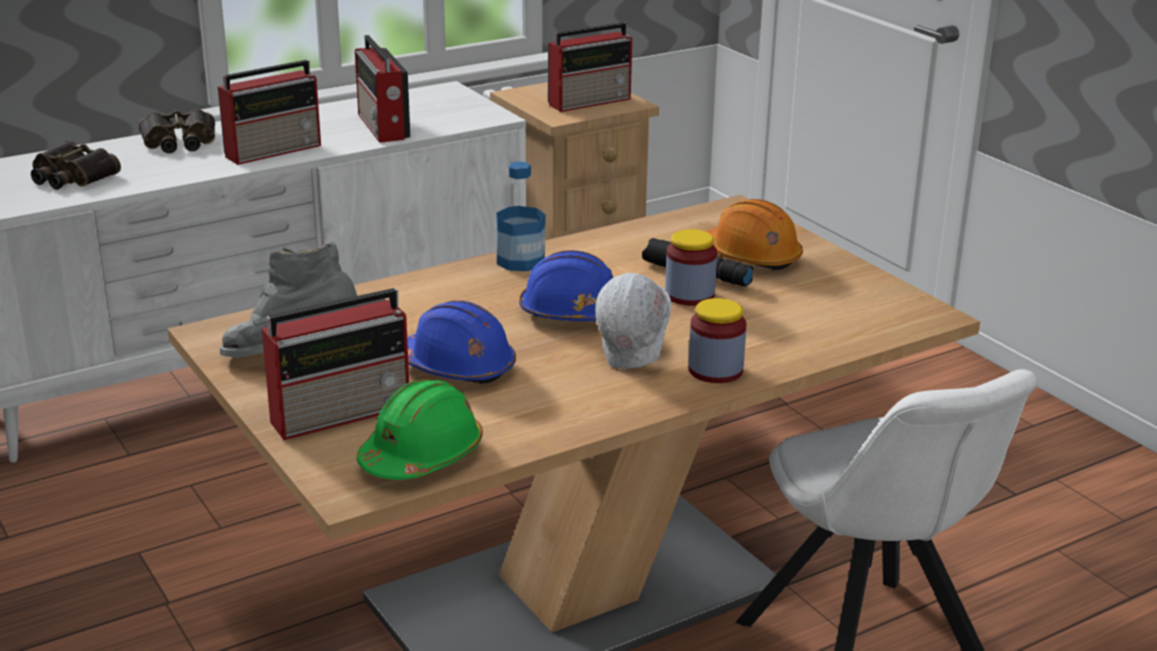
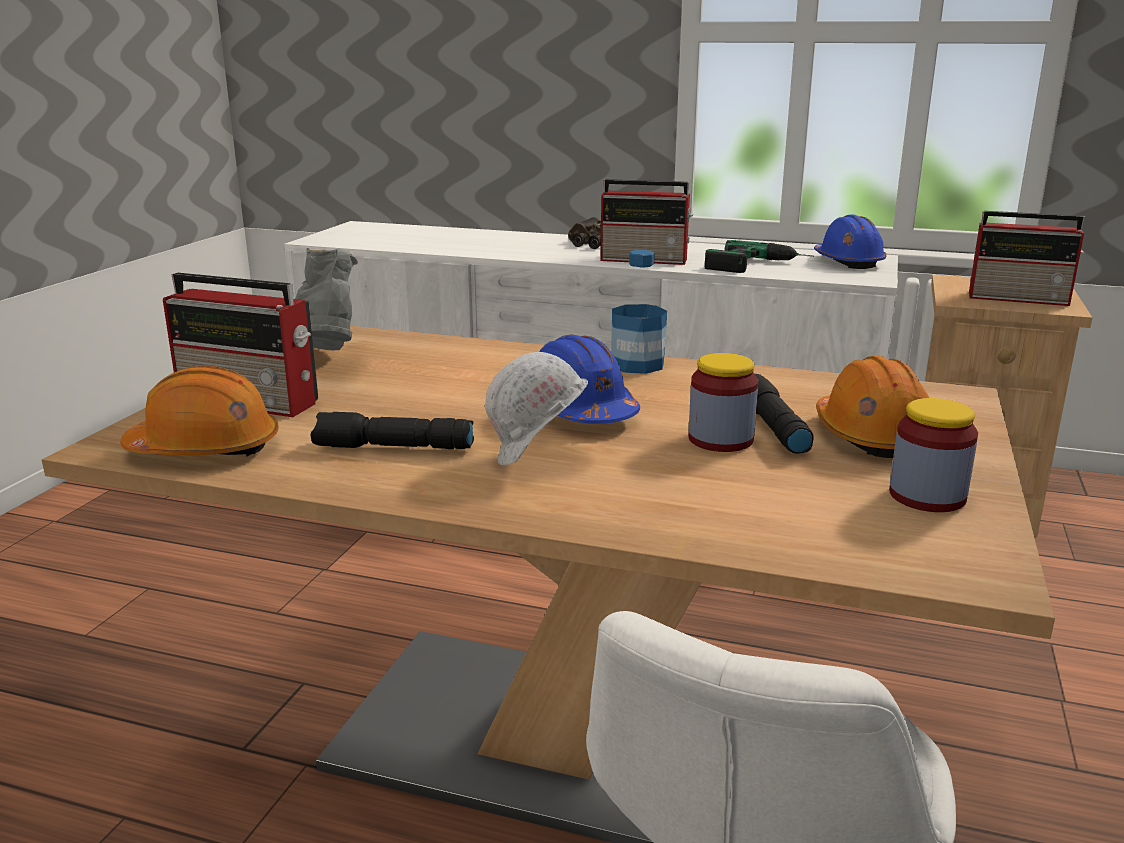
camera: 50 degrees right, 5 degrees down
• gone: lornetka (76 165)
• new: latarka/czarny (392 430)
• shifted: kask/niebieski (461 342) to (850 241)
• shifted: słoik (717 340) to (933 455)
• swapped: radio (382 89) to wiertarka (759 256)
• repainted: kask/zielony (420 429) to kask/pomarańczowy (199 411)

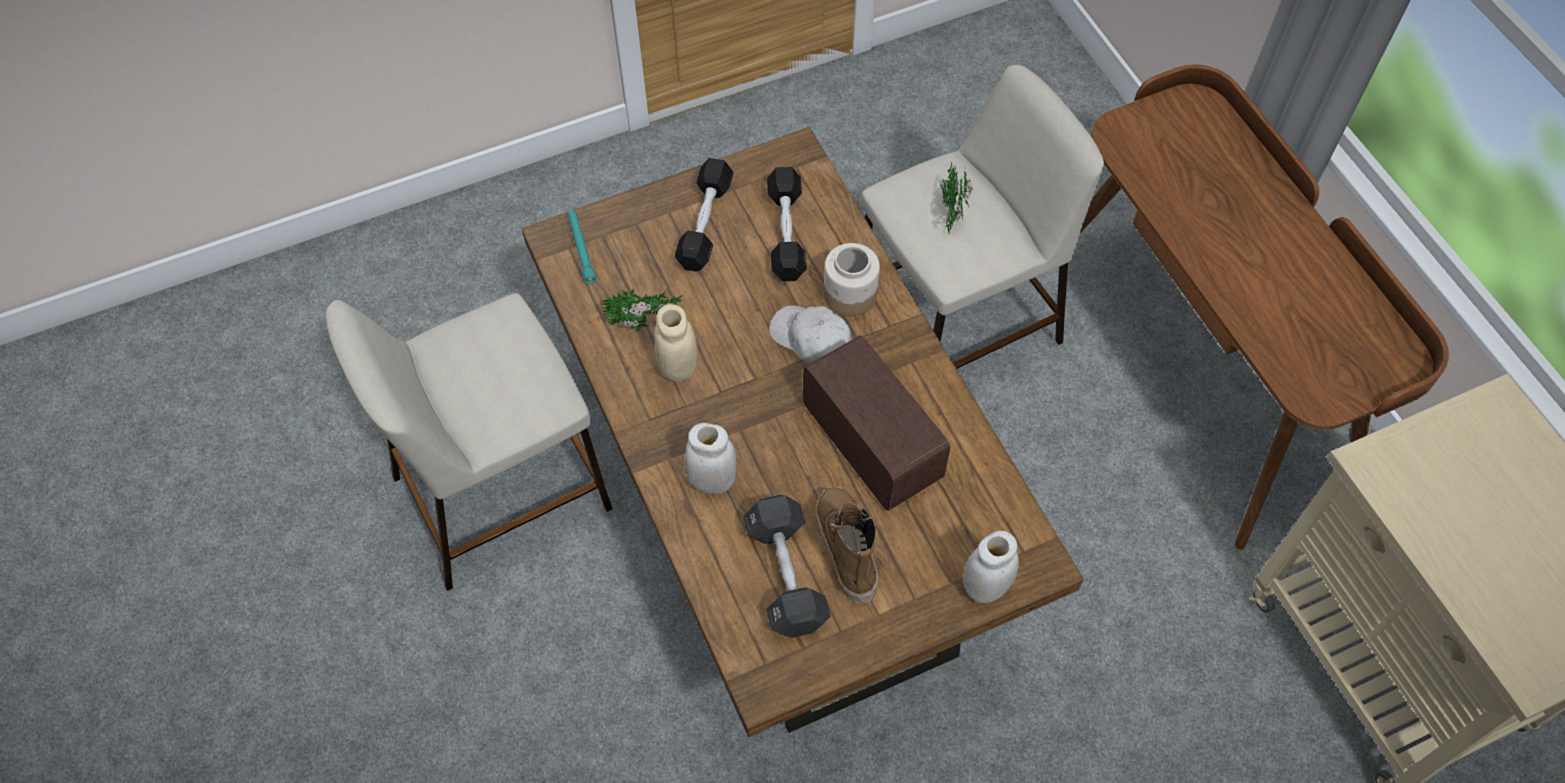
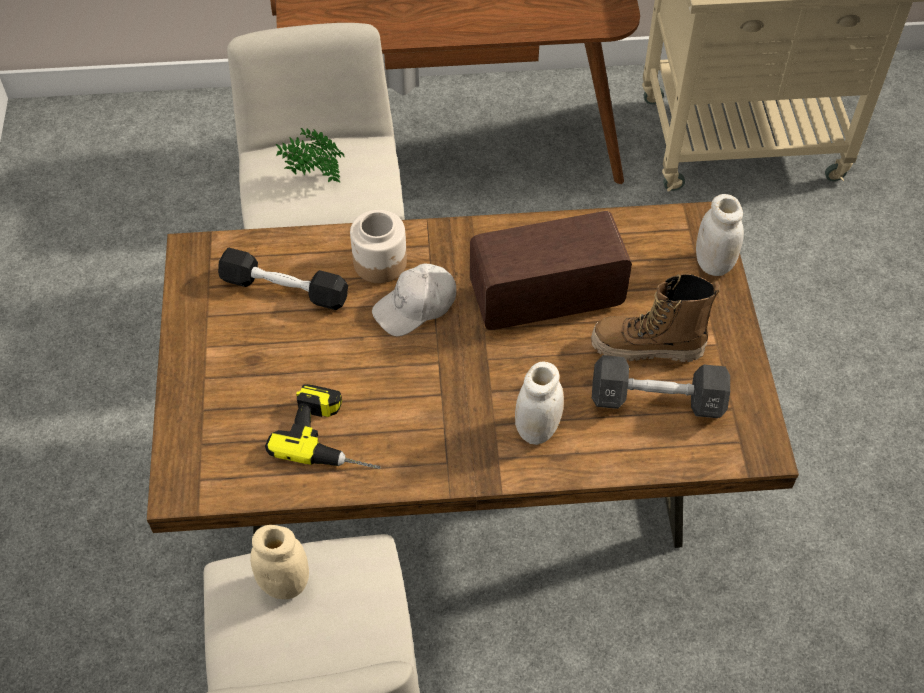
camera: 70 degrees left, 5 degrees down
• gone: latarka/turkusowy (582 247)
• gone: hantel/czarny (704 215)
• shifted: słoik/beżowy (676 343) to (279 562)
• swapped: roślina doniczkowa (641 309) to wiertarka (323 426)

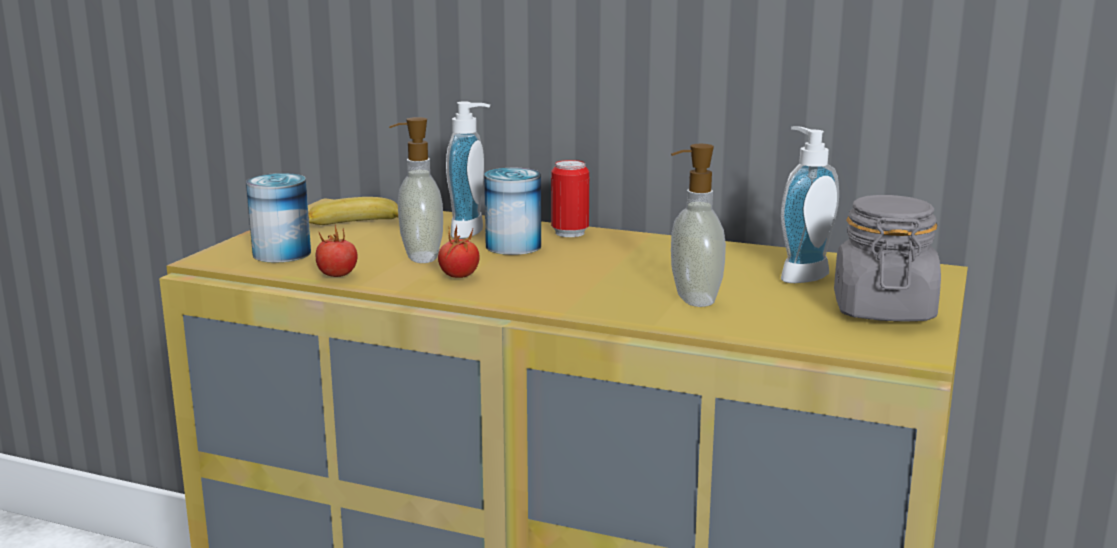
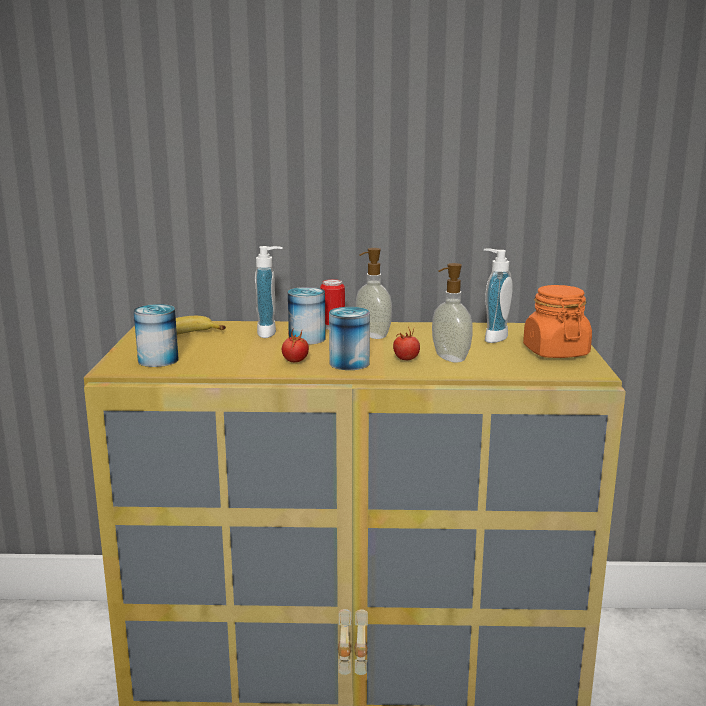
camera: 20 degrees left, 0 degrees up
• new: puszka (349 338)
• shifted: pomidor (337 250) to (406 343)
• shifted: dozownik mydła (416 190) to (374 293)
• repainted: słoik/szary (887 258) to słoik/pomarańczowy (557 321)

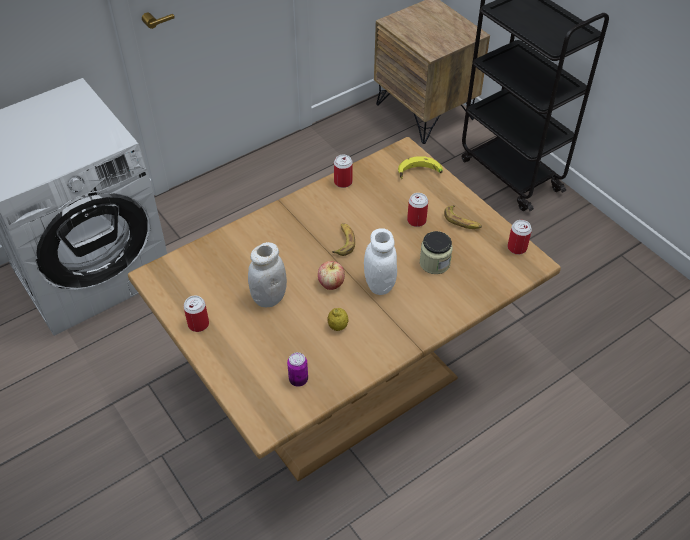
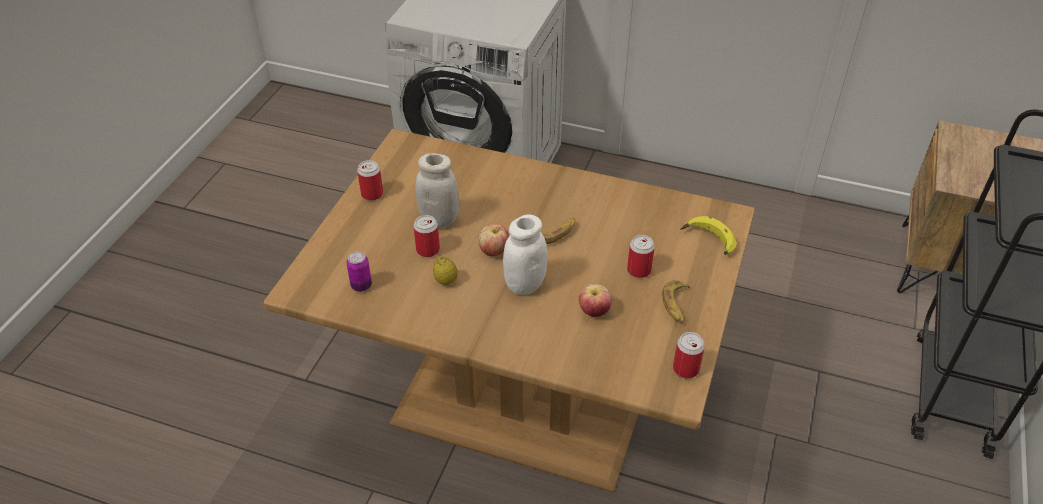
camera: 55 degrees right, 5 degrees down
• shifted: puszka (343 171) to (427 236)
• swapped: słoik (436 252) to jabłko (595 300)

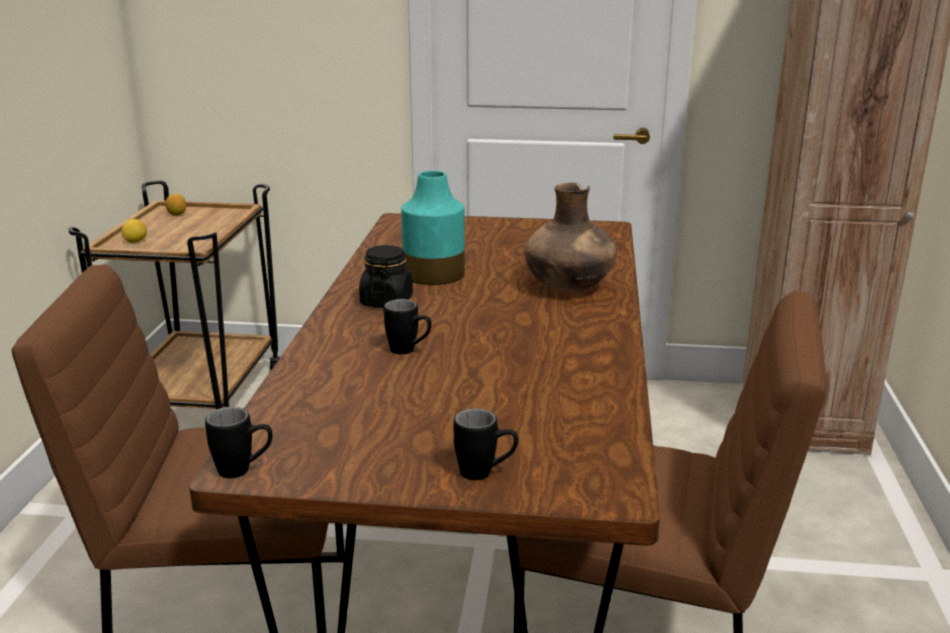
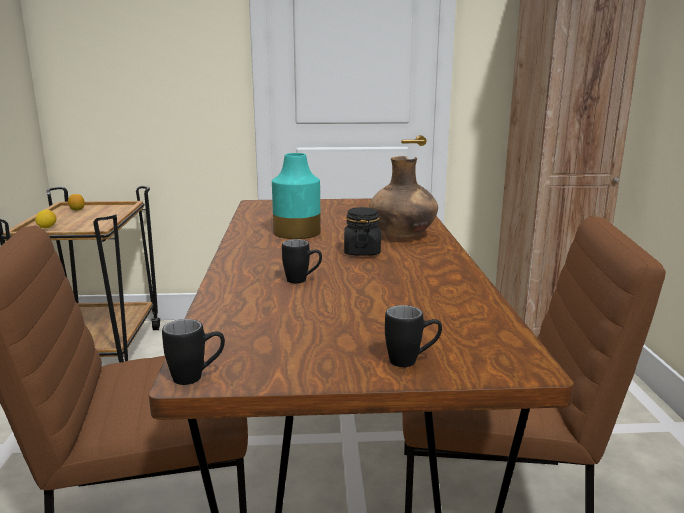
camera: 10 degrees left, 5 degrees down
• shifted: słoik/czarny (386 276) to (362 231)

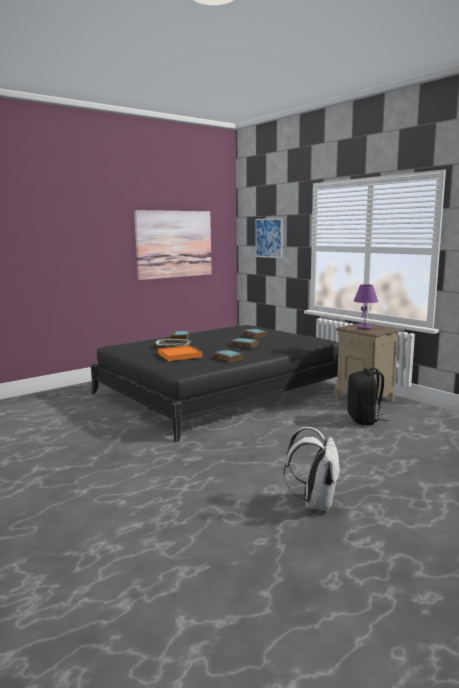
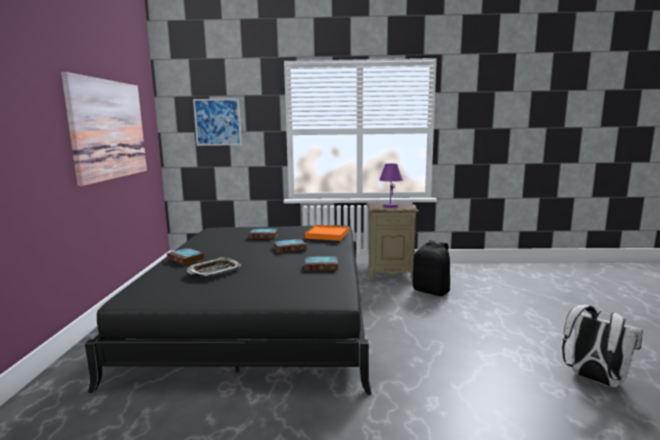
camera: 50 degrees left, 0 degrees up
• shifted: taca/pomarańczowy (180 353) to (327 233)

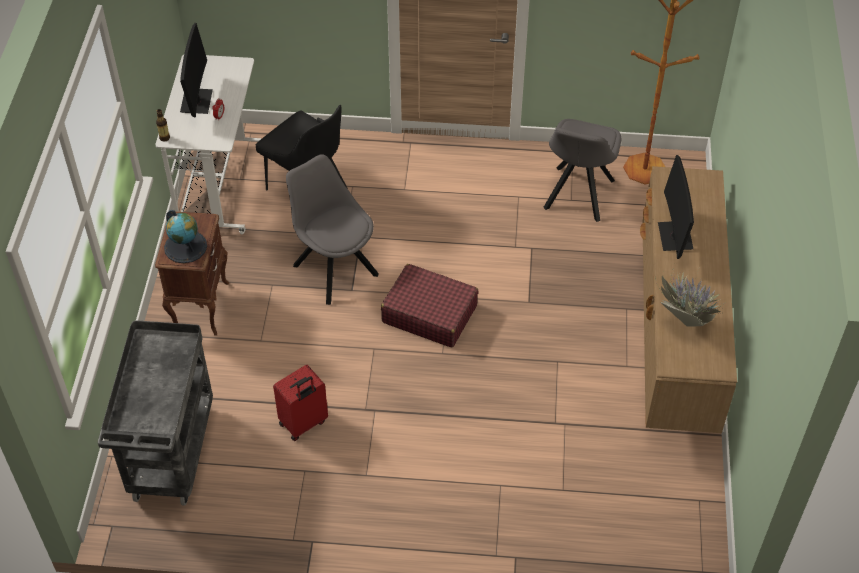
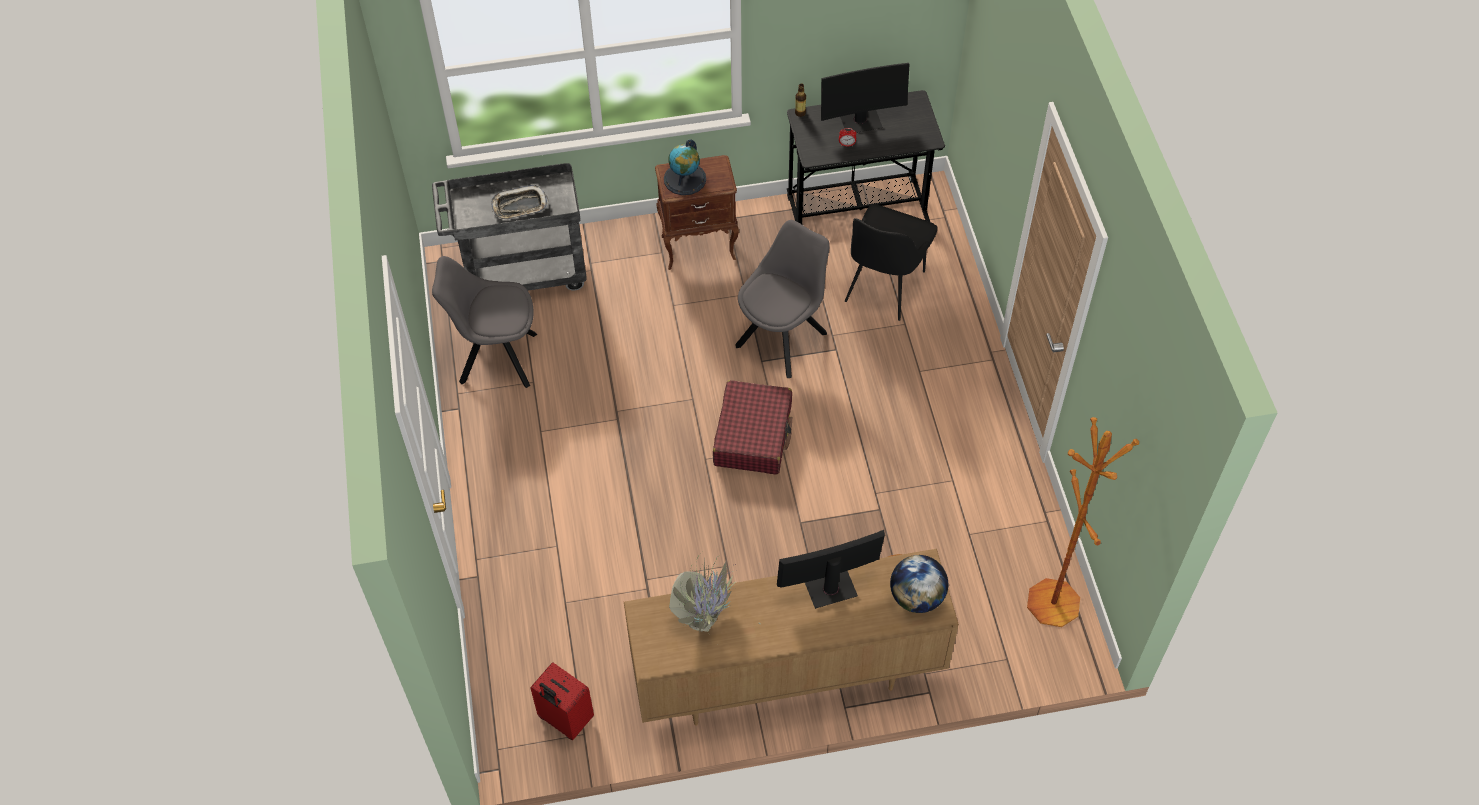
camera: 75 degrees right, 5 degrees up
• new: taca (520 202)
• new: globus (919 584)
• shifted: walizka/czerwony (300 403) to (562 701)
• shifted: krzesło/szary (582 170) to (484 322)
• repainted: biurko/biały (208 145) to biurko/czarny (866 157)

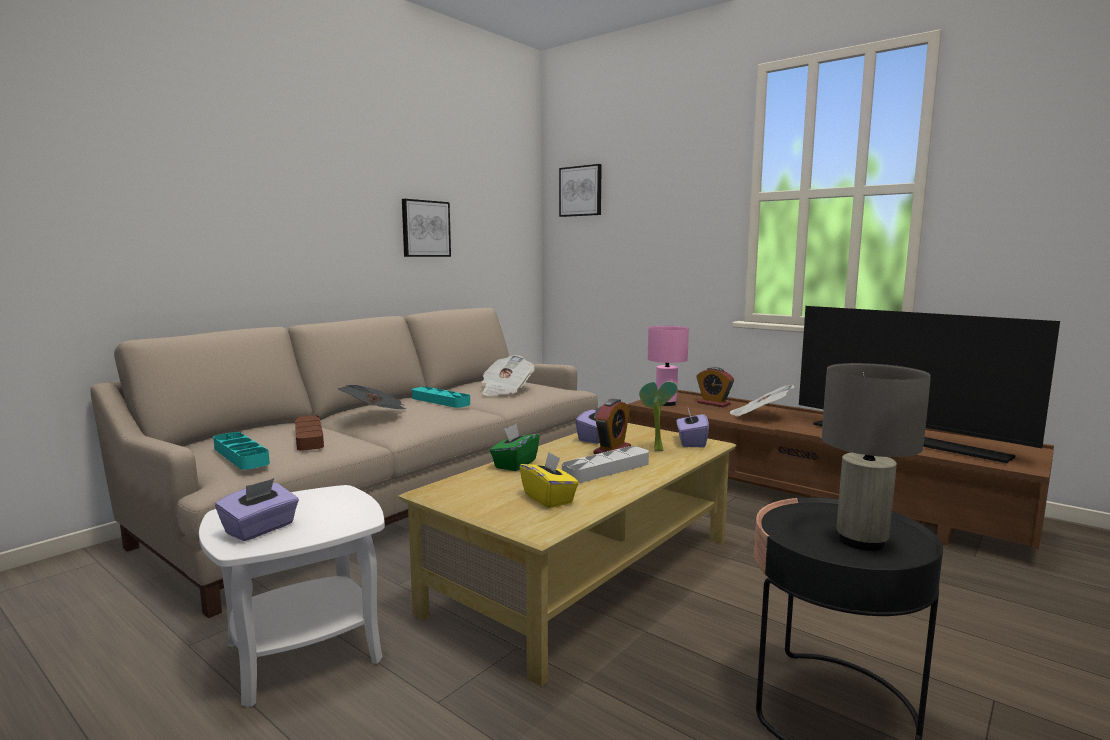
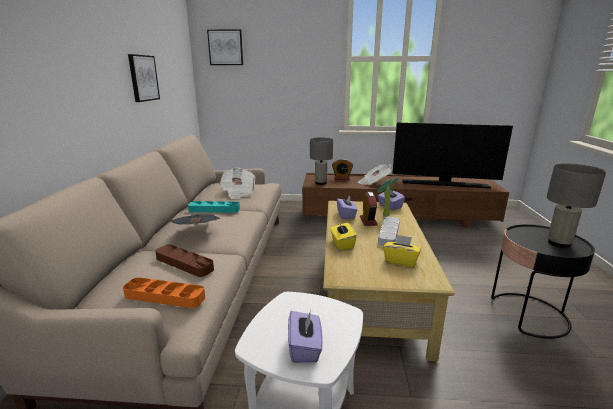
camera: 35 degrees left, 10 degrees up
• repainted: taca/turkusowy (241 451) to taca/pomarańczowy (164 292)
• repainted: pudełko chusteczek/zielony (515 447) to pudełko chusteczek/żółty (343 235)
• repainted: lampa stołowa/różowy (668 366) to lampa stołowa/szary (321 161)

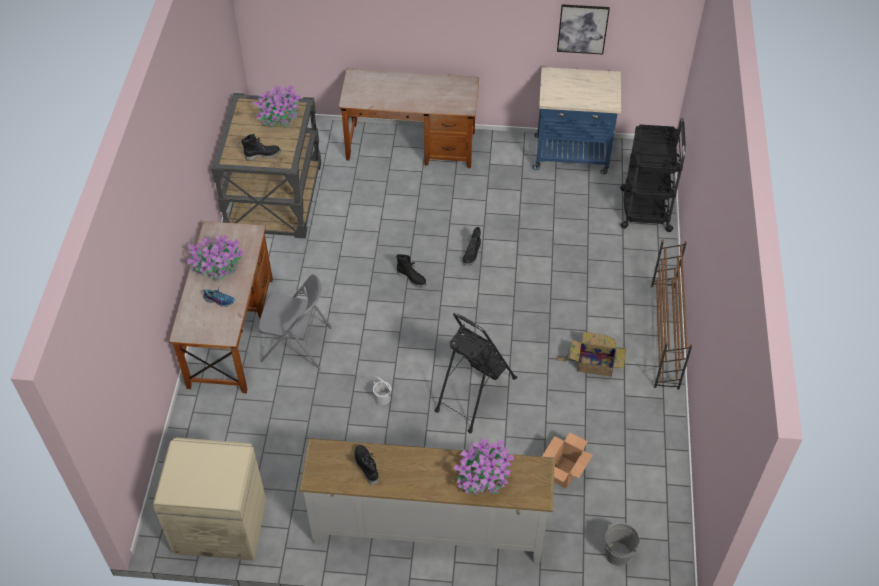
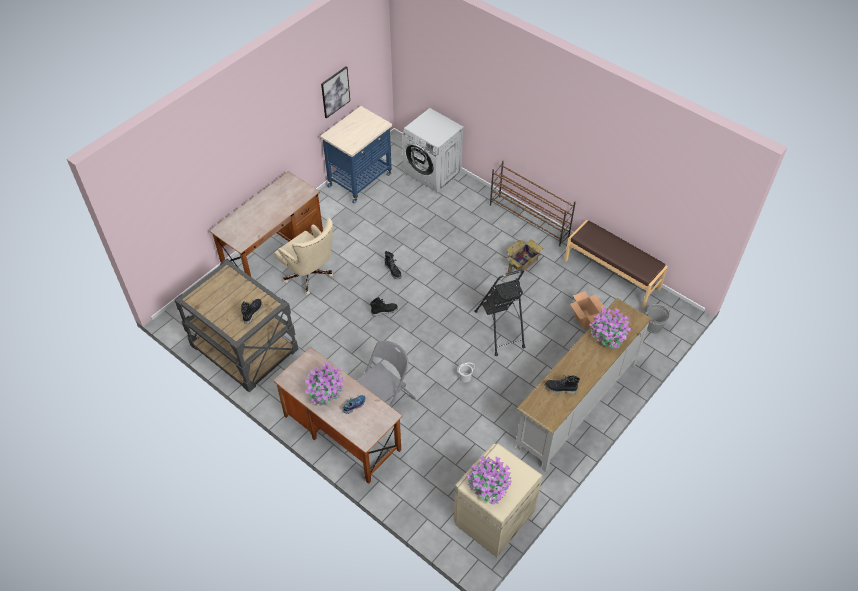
camera: 55 degrees left, 0 degrees up
• new: krzesło biurowe/beżowy (303 256)
• new: ławka/brązowy (616 264)
• shifted: roślina doniczkowa (277 106) to (489 480)
• swapped: wózek/czarny (653 175) to pralka/biały (433 150)

